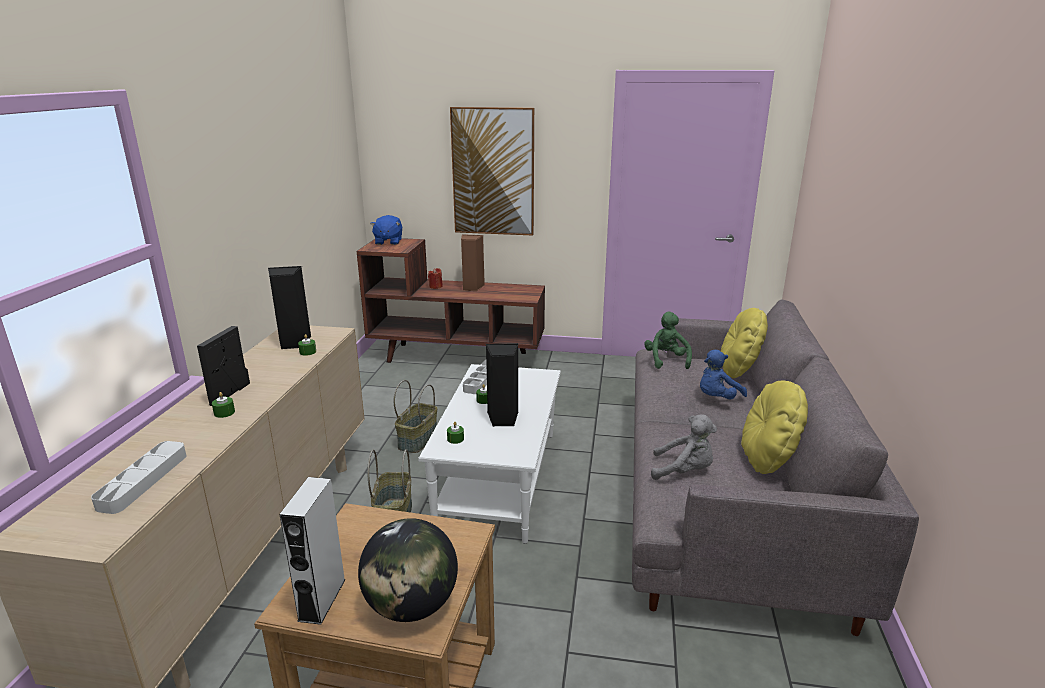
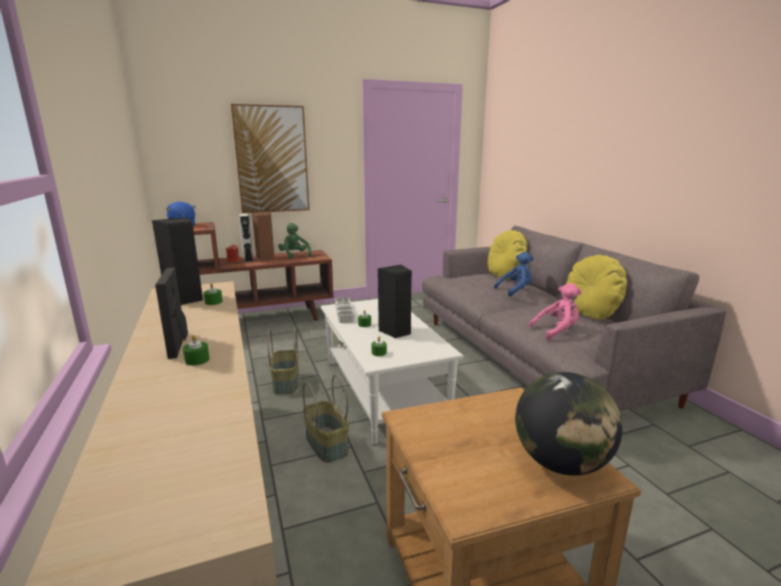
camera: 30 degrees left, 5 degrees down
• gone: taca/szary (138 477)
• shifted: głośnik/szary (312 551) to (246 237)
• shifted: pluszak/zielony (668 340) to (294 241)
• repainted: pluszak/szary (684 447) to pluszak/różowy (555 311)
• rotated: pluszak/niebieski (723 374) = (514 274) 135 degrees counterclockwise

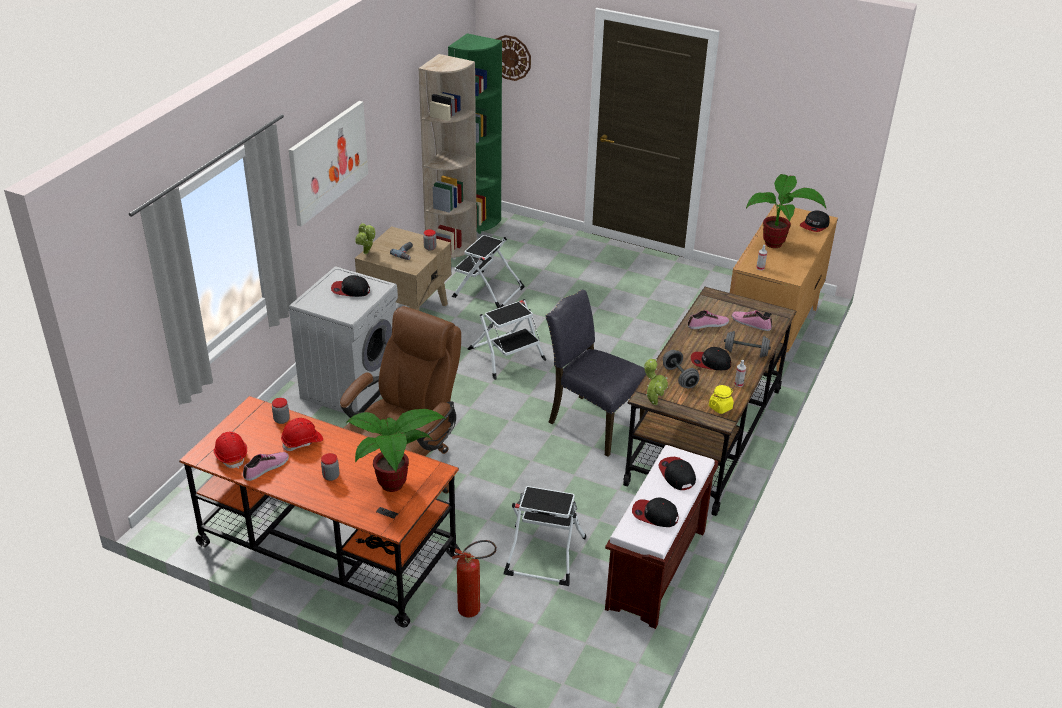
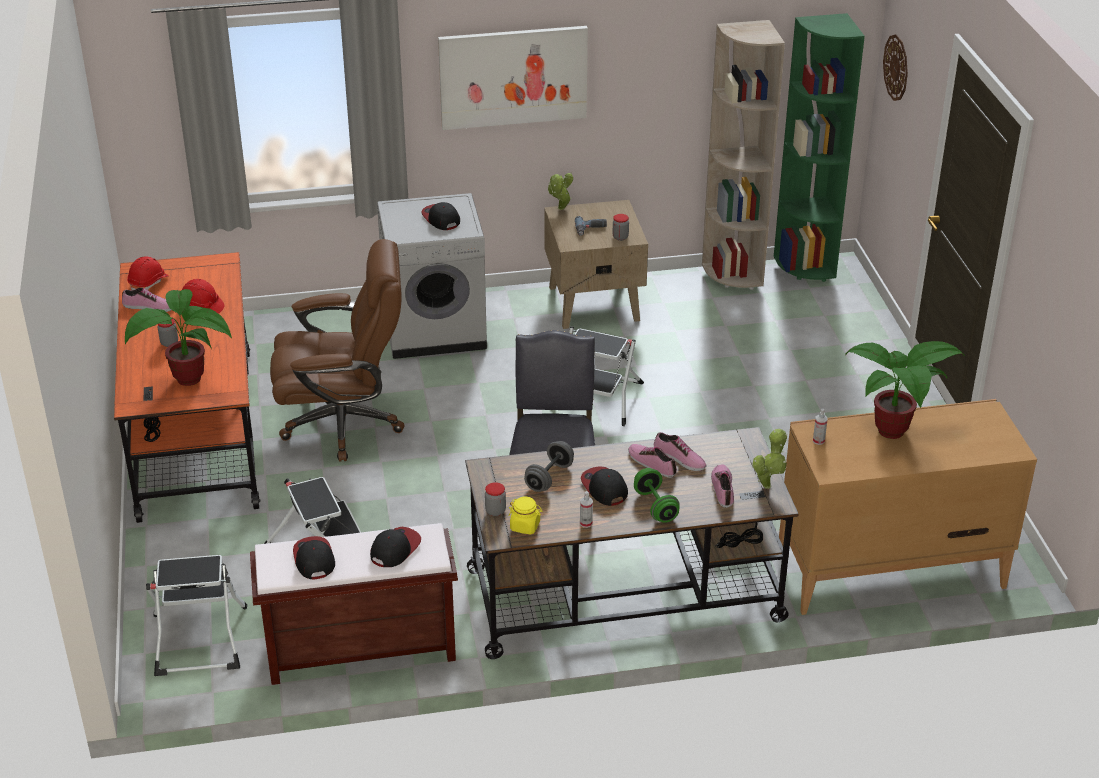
camera: 55 degrees right, 0 degrees up
• gone: gaśnica (474 578)
• gone: czapka z daszkiem (815 221)
• new: but (652 461)
• shifted: słoik (281 411) to (495 499)
• shifted: drabinka (488 271) to (196 615)
• shifted: roślina doniczkowa (656 382) to (769 459)
• repainted: hantel/szary (747 344) to hantel/zielony (657 495)

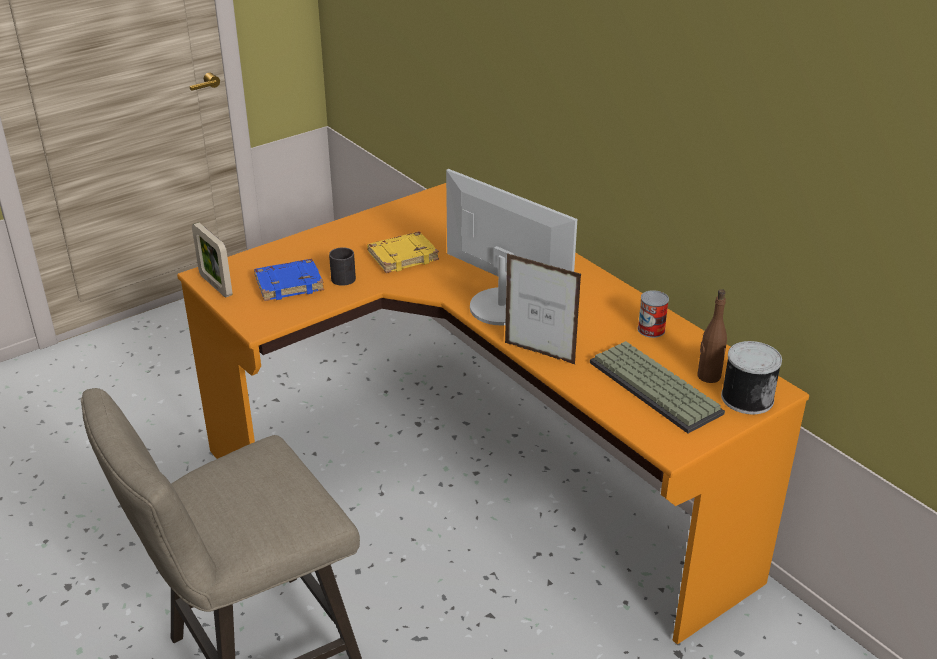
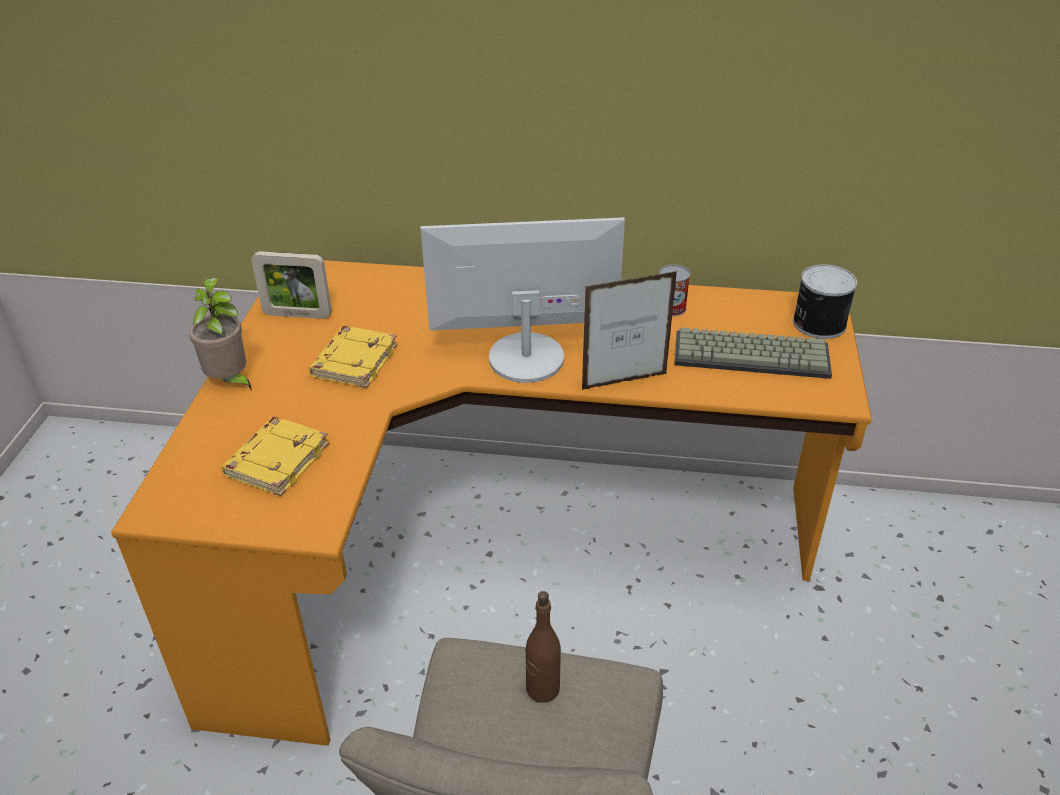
camera: 45 degrees left, 5 degrees up
• gone: kubek/czarny (342 266)
• new: roślina doniczkowa (220 334)
• shifted: ramka na zdjęcie (212 260) to (291 285)
• shifted: butelka/brązowy (712 336) to (543 647)
• repainted: książka/niebieski (289 280) to książka/żółty (275 456)

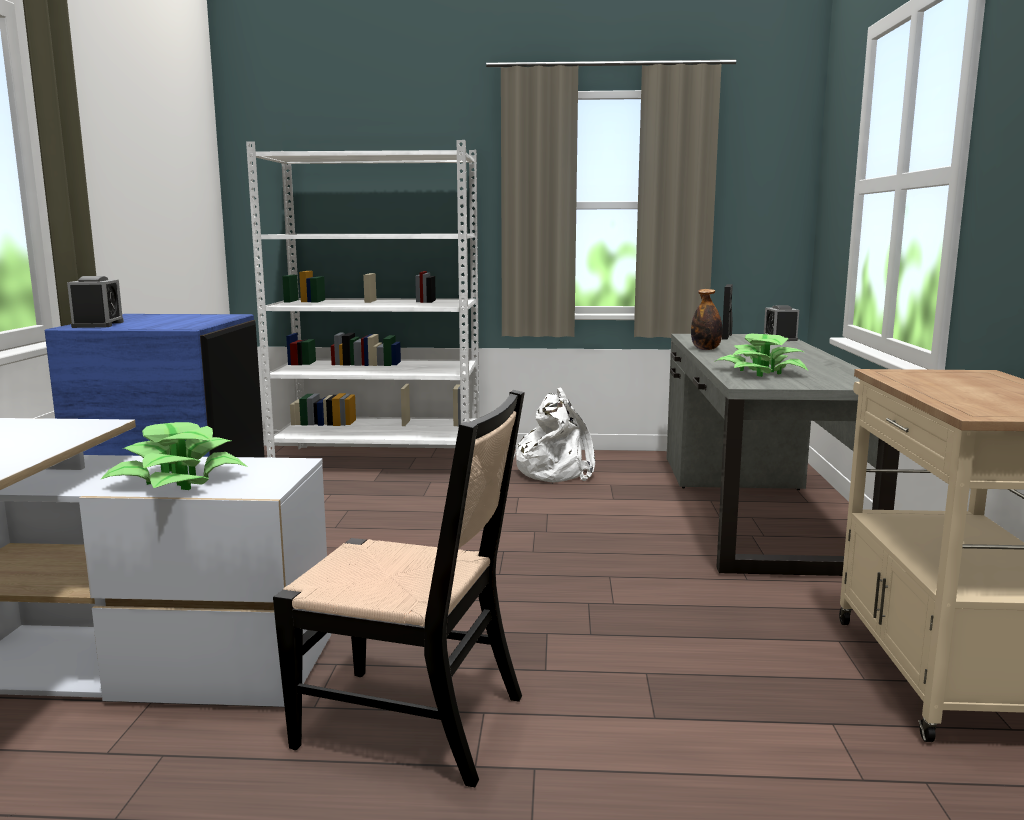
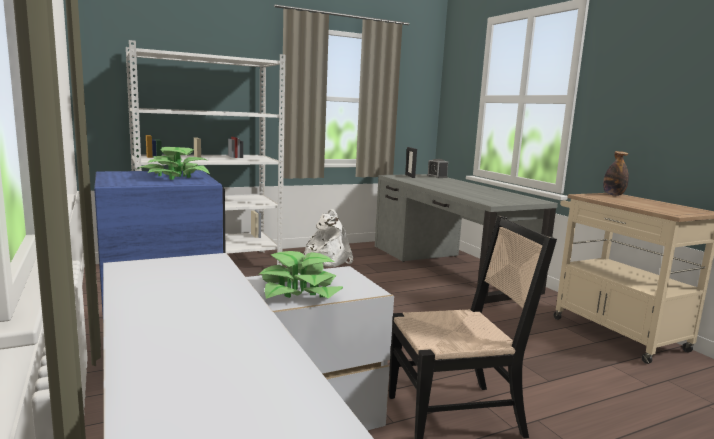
camera: 30 degrees left, 0 degrees up
• gone: budzik (95 302)
• shifted: butelka (706 319) to (616 173)
• shifted: roślina doniczkowa (761 355) to (173 163)

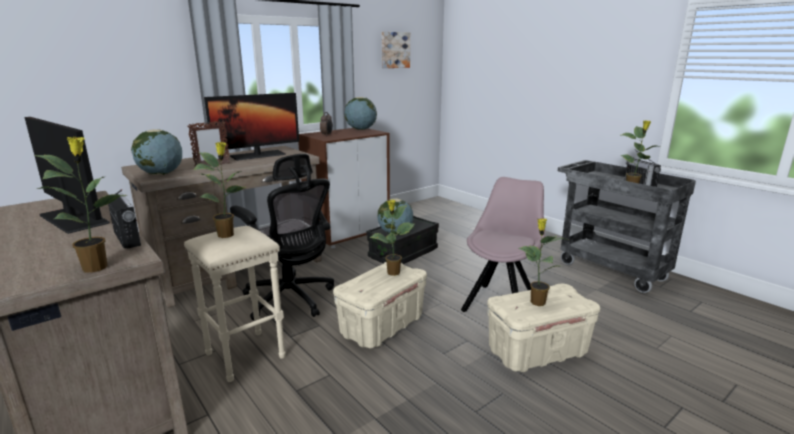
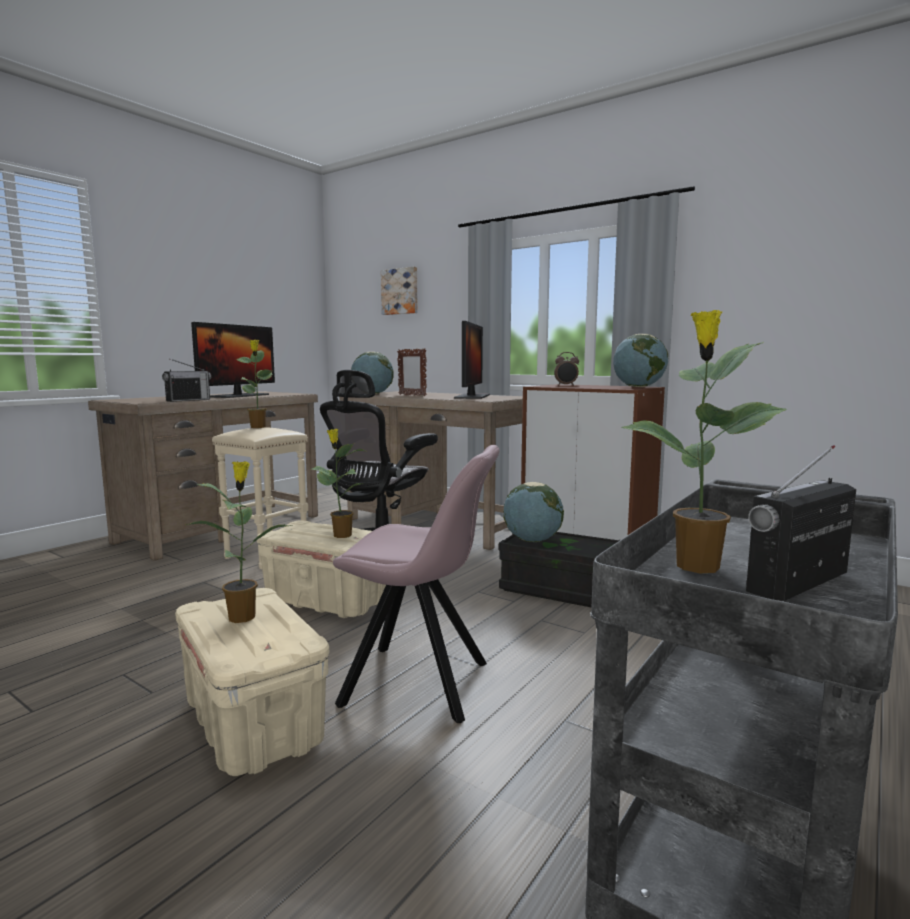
camera: 75 degrees right, 10 degrees down
• gone: roślina doniczkowa (80 205)
• shifted: obraz (396 50) to (399 291)
• rotated: monitor (251 127) = (472 360) 120 degrees counterclockwise

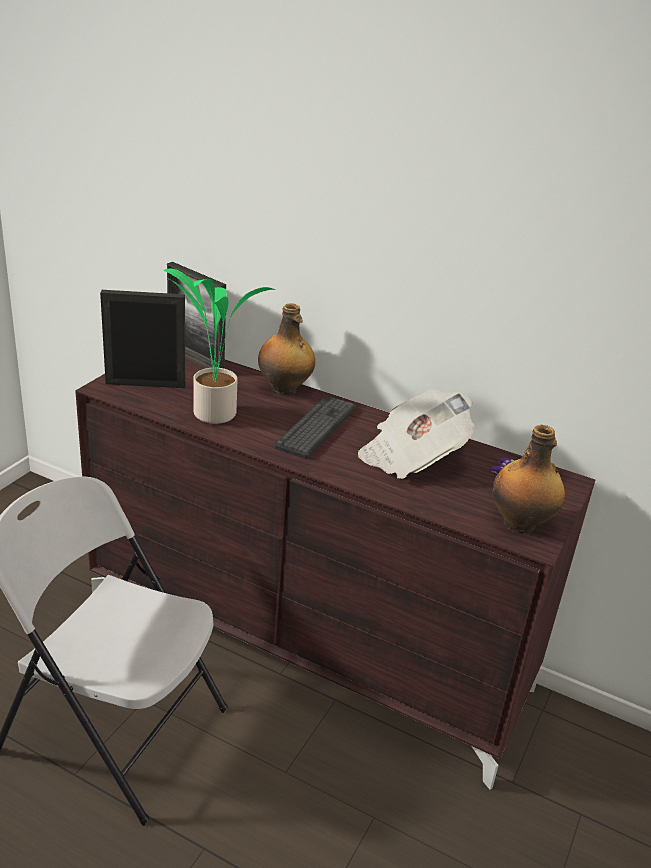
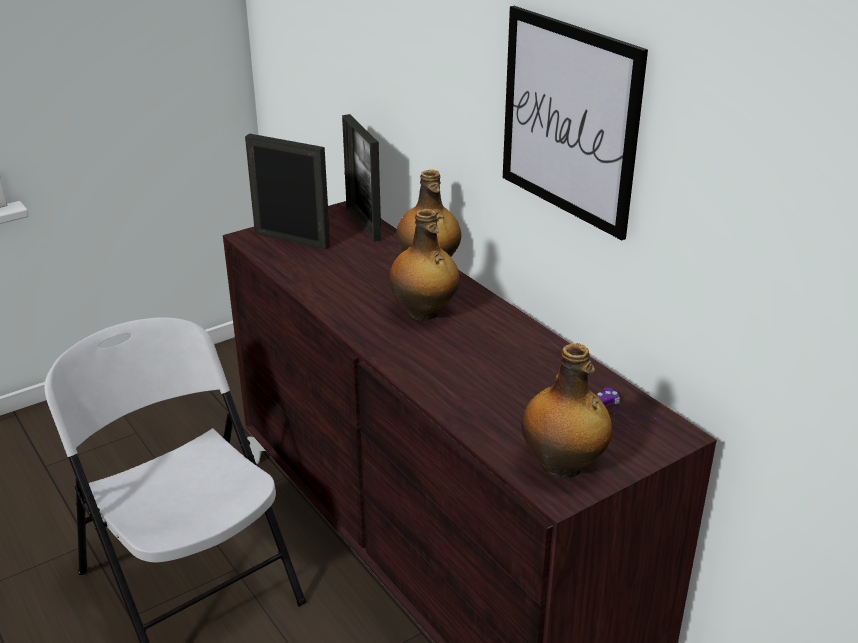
camera: 30 degrees right, 0 degrees up
• gone: roślina doniczkowa (219 346)
• gone: gazeta (416 434)
• new: obraz (575 123)
• swapped: klawiatura (315 427) to butelka (424 265)

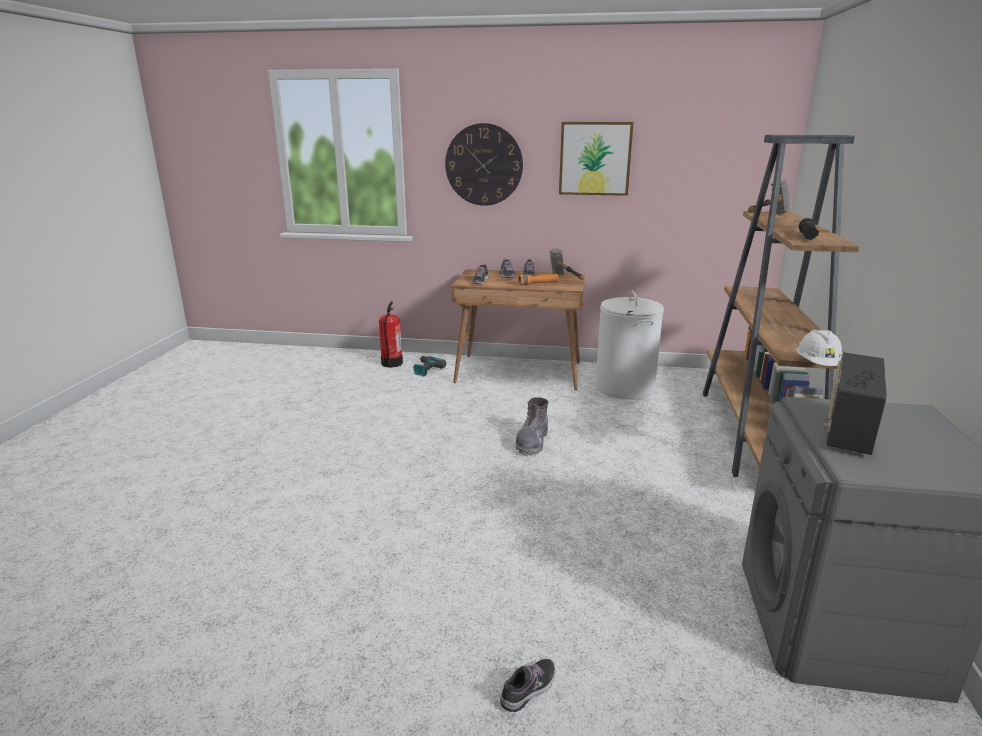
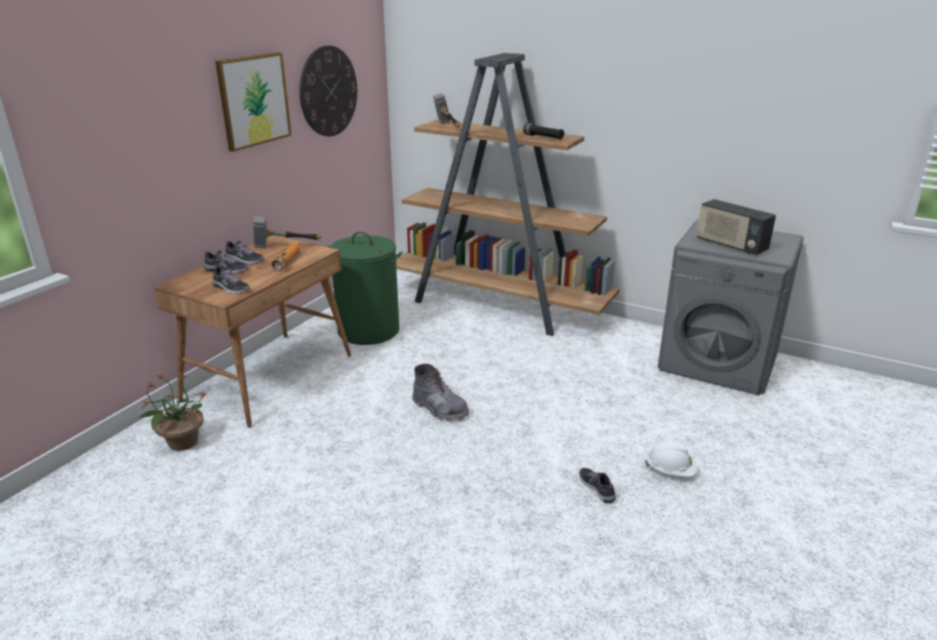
camera: 70 degrees left, 5 degrees up
• gone: gaśnica (391 334)
• shifted: zegar ścienny (484 164) to (328 91)
• shifted: but (527 685) to (597 485)
• shifted: kask/biały (819 348) to (671 458)
• swapped: wiertarka (429 366) to roślina doniczkowa (173 411)
• repainted: kosz na pranie/biały (629 345) to kosz na pranie/zielony (364 288)

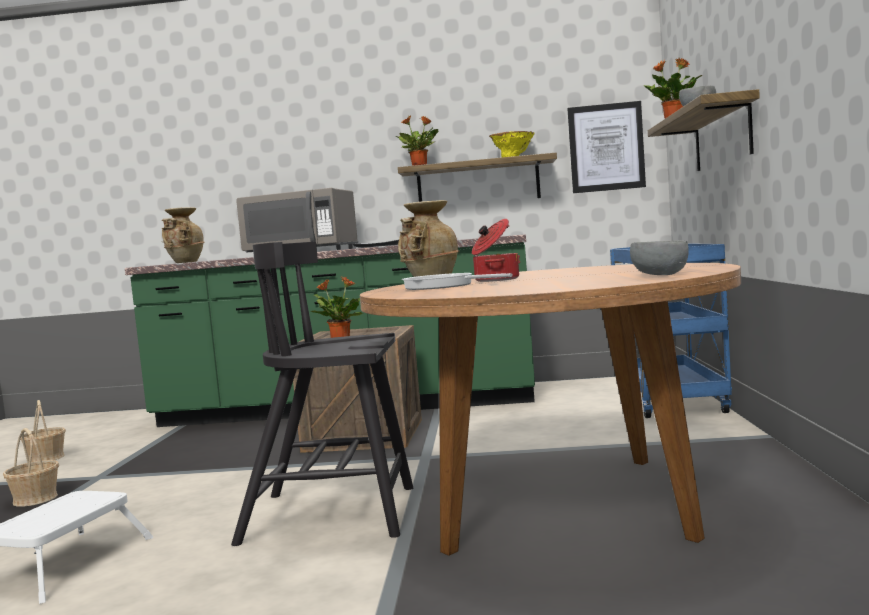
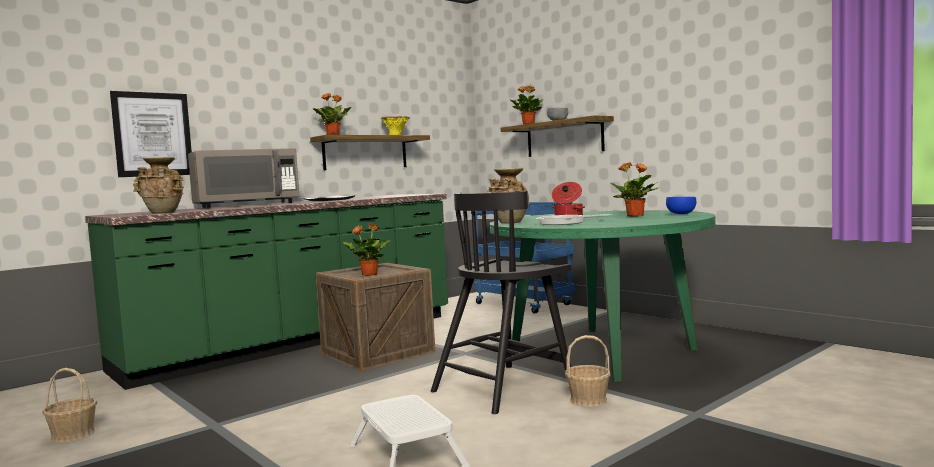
camera: 45 degrees left, 0 degrees up
• new: roślina doniczkowa (634 189)
• shifted: koszyk (31 467) to (588 371)
• shifted: obraz (606 147) to (151 134)
• repainted: stół jadalny/brązowy (550 409) to stół jadalny/zielony (603 296)
• repainted: miska/szary (659 257) to miska/niebieski (681 205)

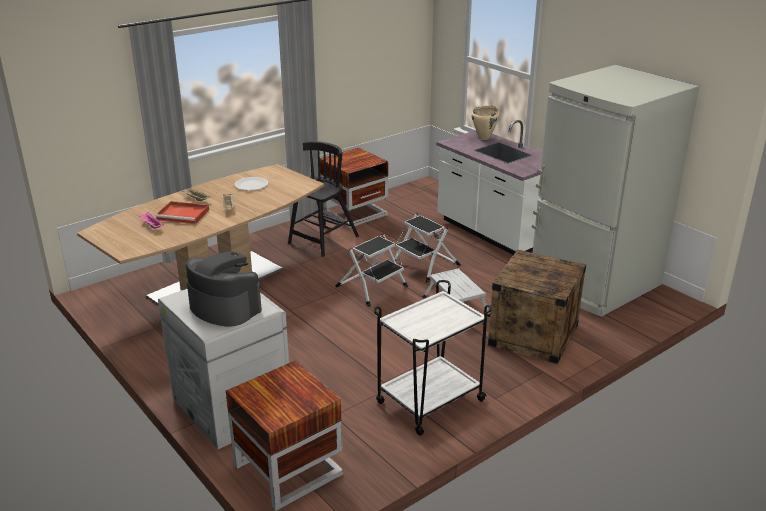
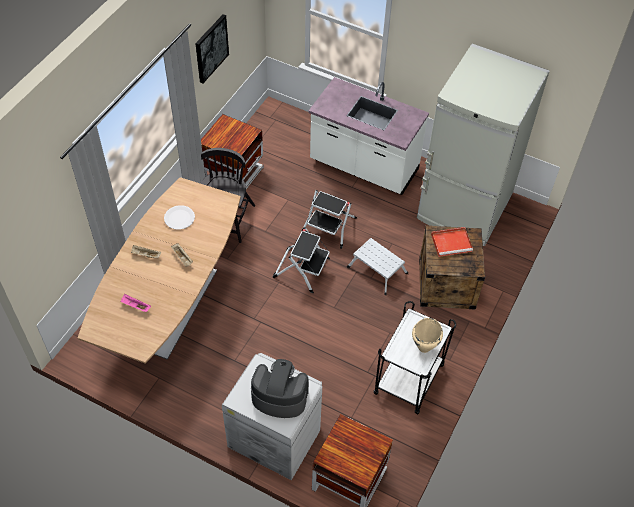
camera: 25 degrees left, 25 degrees up
• new: obraz (212 49)
• shifted: taca/czerwony (182 212) to (452 242)
• shifted: garnek/beżowy (485 123) to (427 335)

